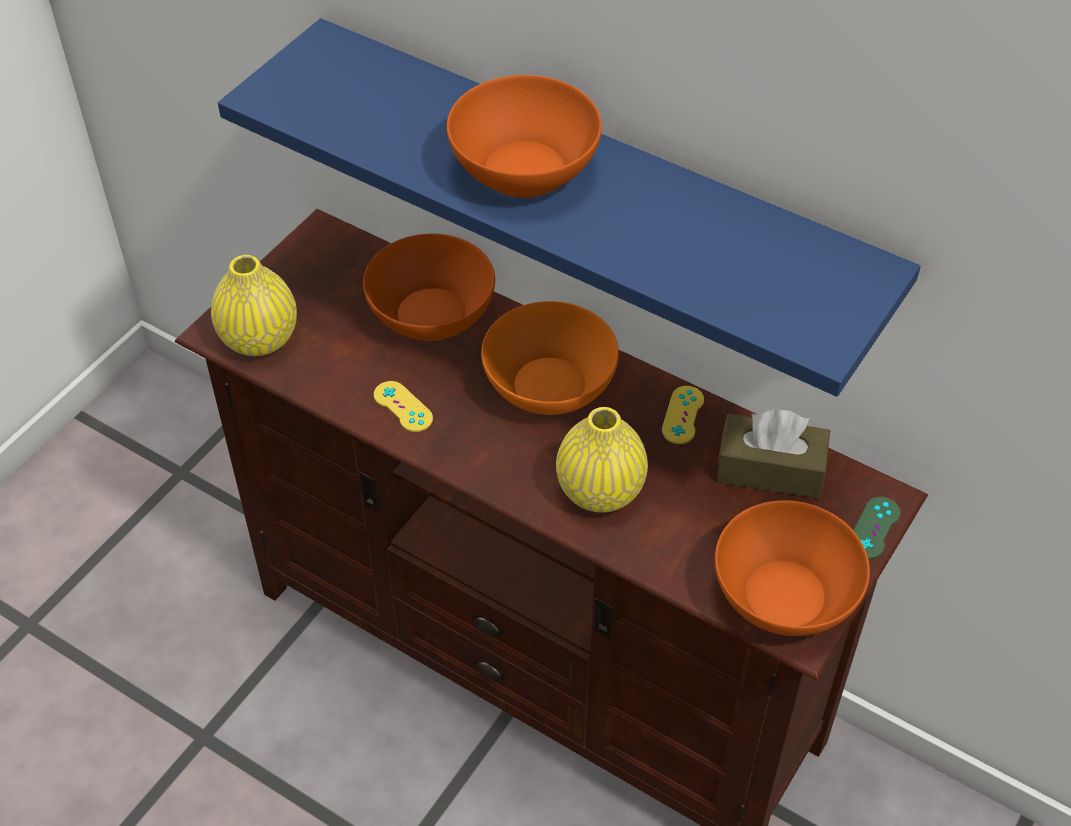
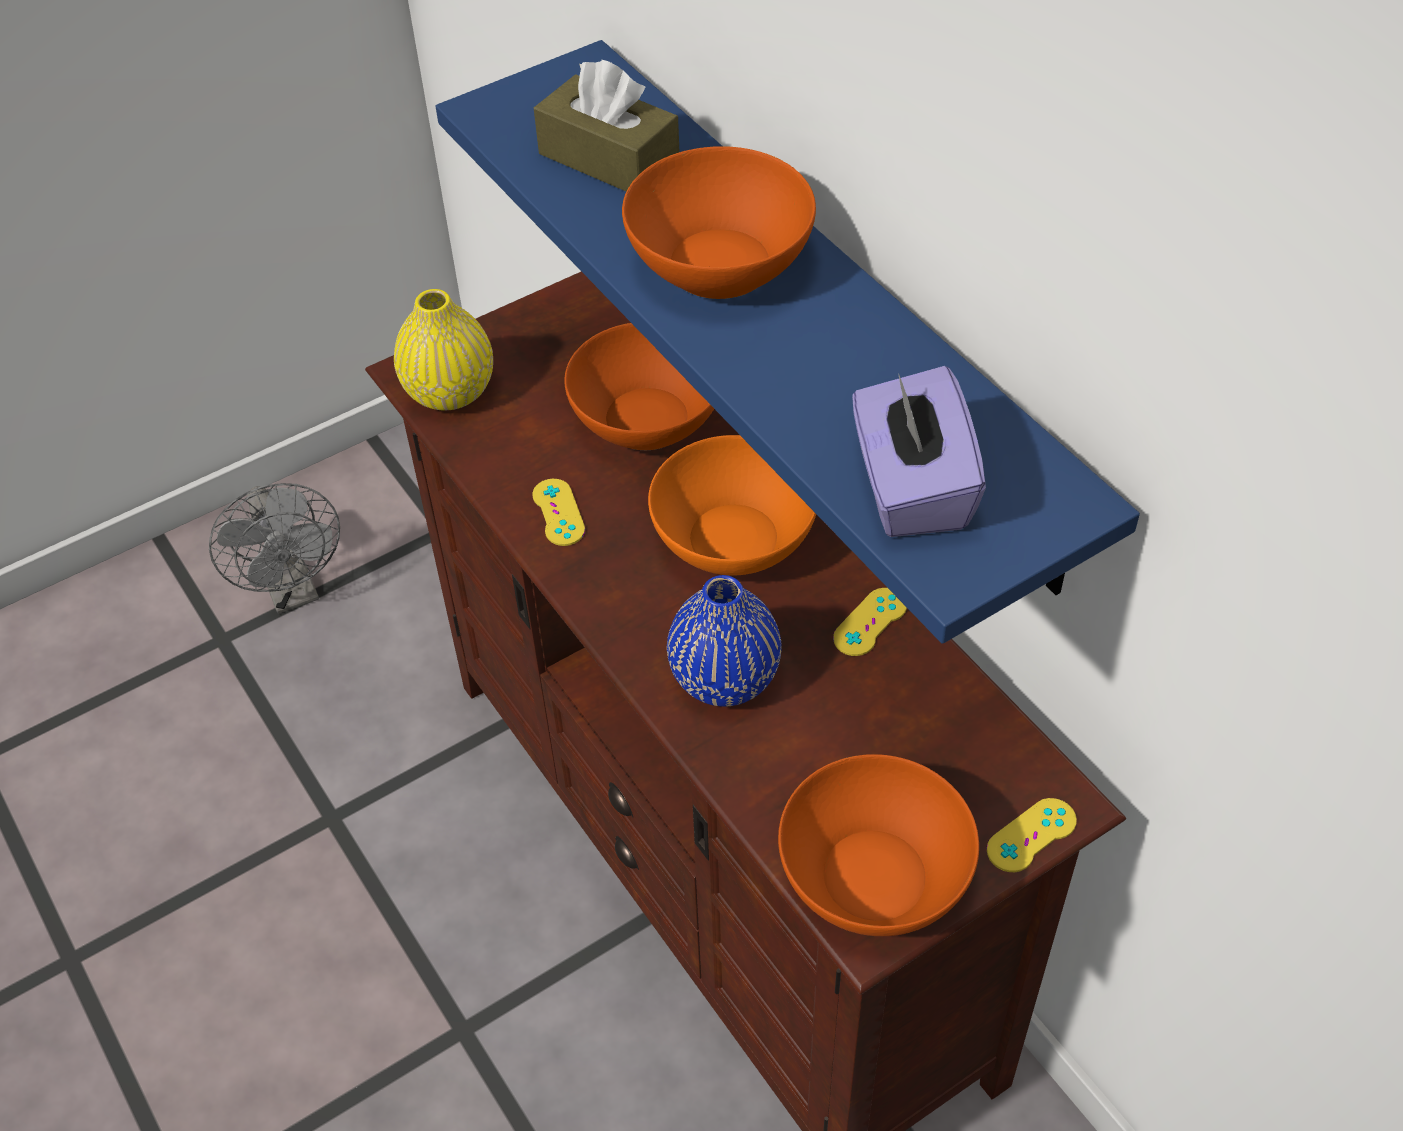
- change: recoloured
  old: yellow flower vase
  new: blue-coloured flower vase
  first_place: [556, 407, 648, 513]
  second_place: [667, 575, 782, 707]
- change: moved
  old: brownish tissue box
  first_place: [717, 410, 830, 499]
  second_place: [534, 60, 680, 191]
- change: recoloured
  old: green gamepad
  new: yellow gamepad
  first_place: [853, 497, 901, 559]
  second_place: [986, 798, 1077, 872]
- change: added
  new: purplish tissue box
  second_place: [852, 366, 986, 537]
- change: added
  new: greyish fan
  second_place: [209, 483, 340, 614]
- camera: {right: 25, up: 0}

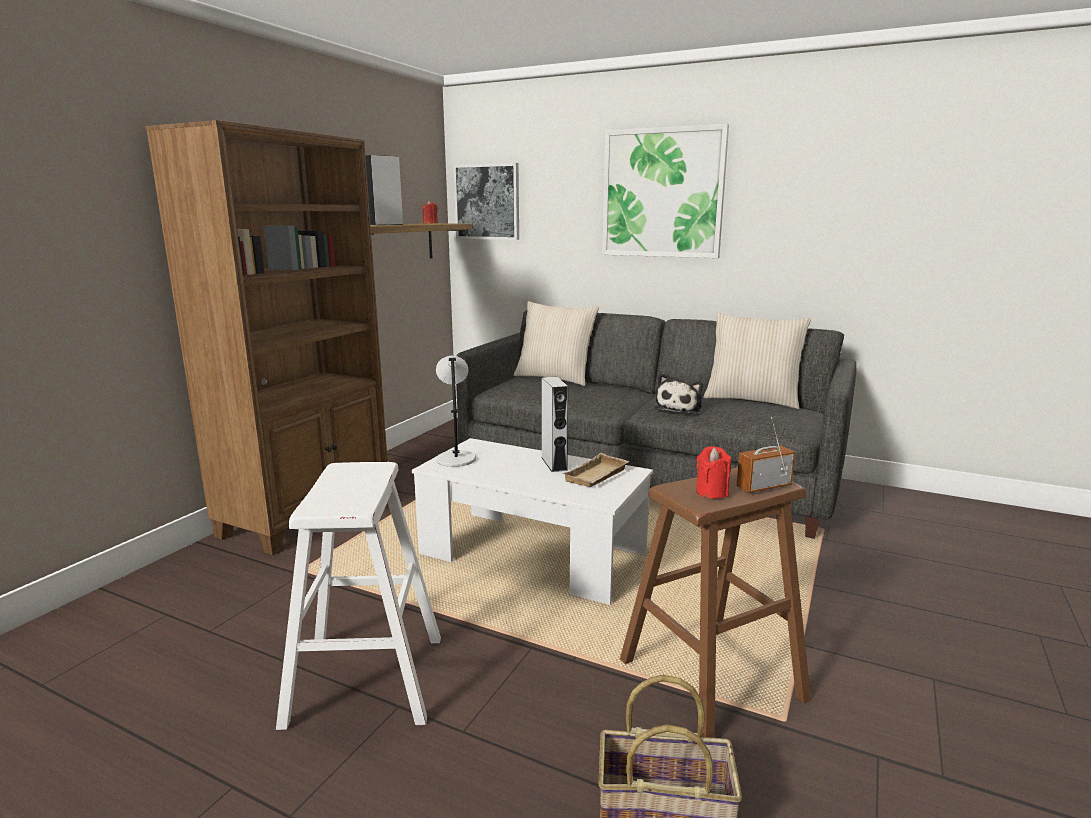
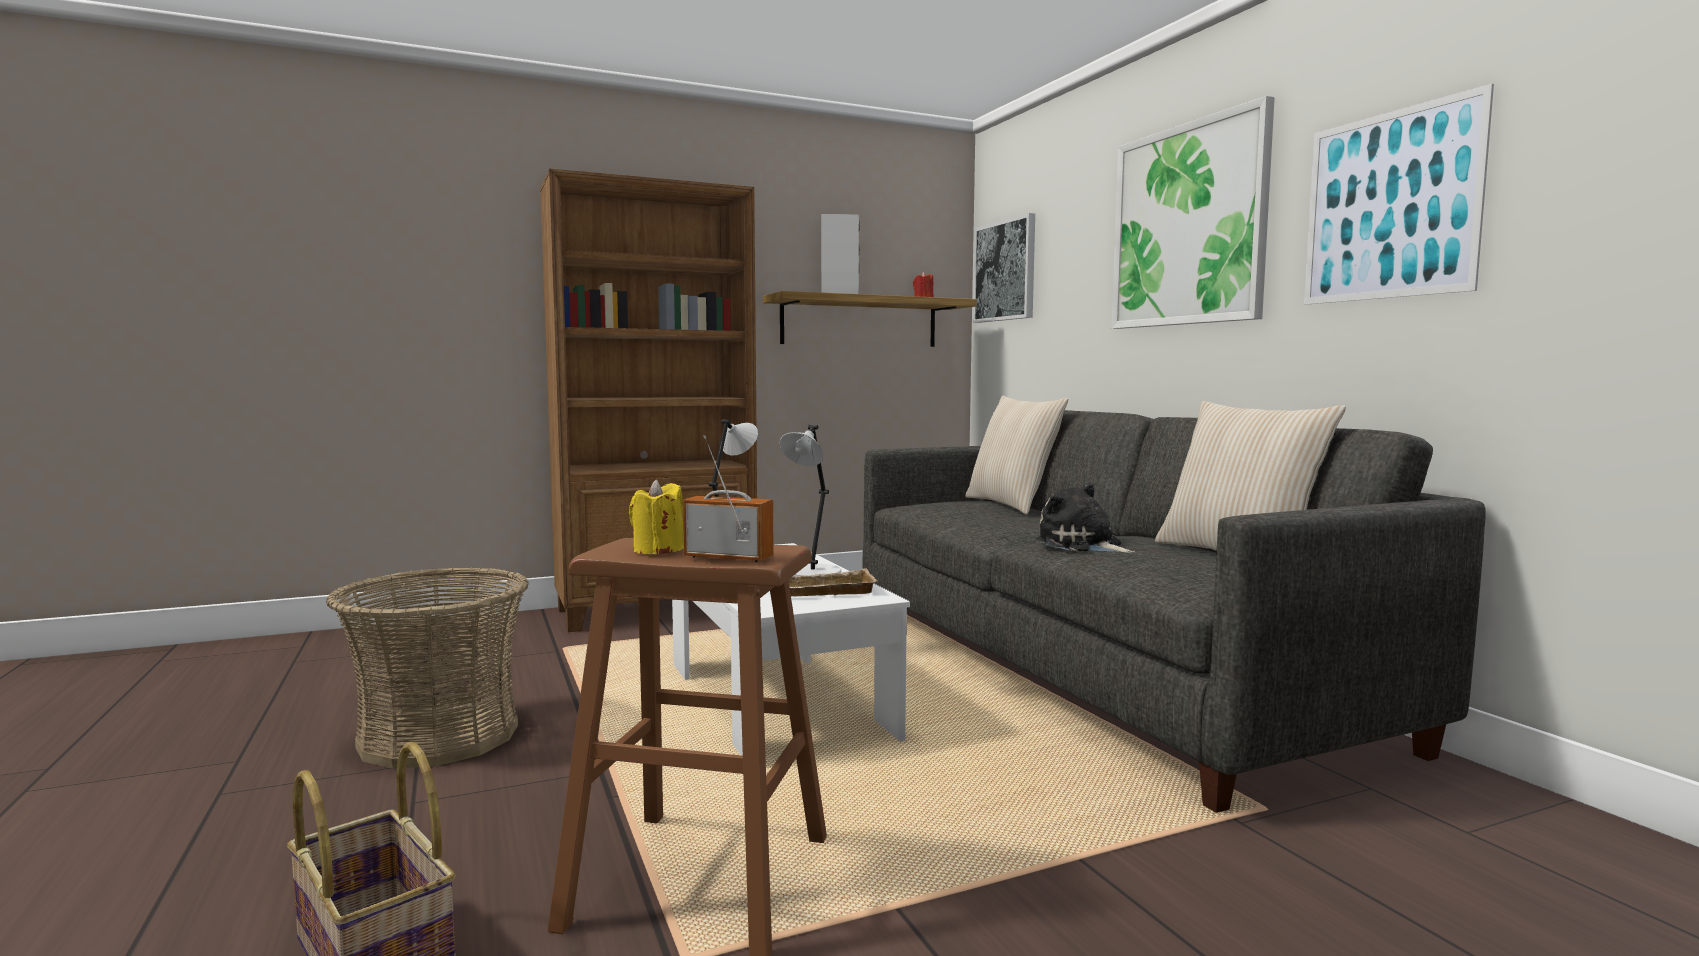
- change: turned
  old: plush toy
  first_place: [655, 373, 703, 414]
  second_place: [1036, 483, 1135, 553]
  degrees: 75
- change: replaced
  old: greyish speaker
  new: greyish lamp for a table
  first_place: [541, 377, 568, 472]
  second_place: [779, 425, 841, 576]
- change: recoloured
  old: reddish wax candle
  new: yellow wax candle
  first_place: [696, 446, 731, 499]
  second_place: [629, 480, 684, 554]
- change: replaced
  old: white stool seat
  new: household basket
  first_place: [276, 462, 441, 730]
  second_place: [326, 567, 529, 769]
- change: added
  new: picture
  second_place: [1304, 84, 1494, 305]
- camera: {right: 40, up: -10}

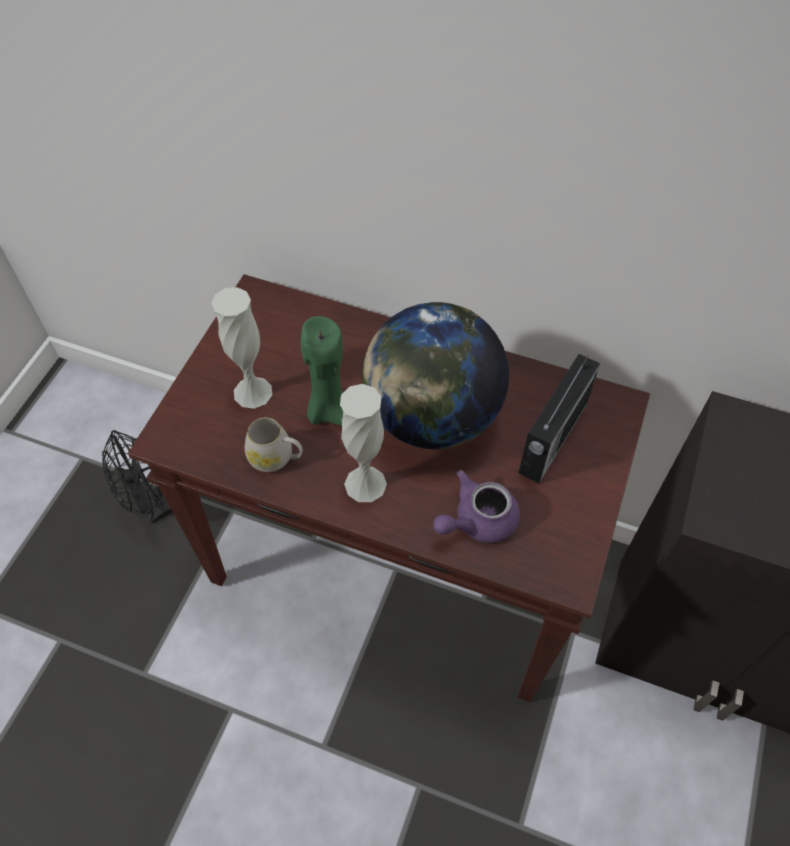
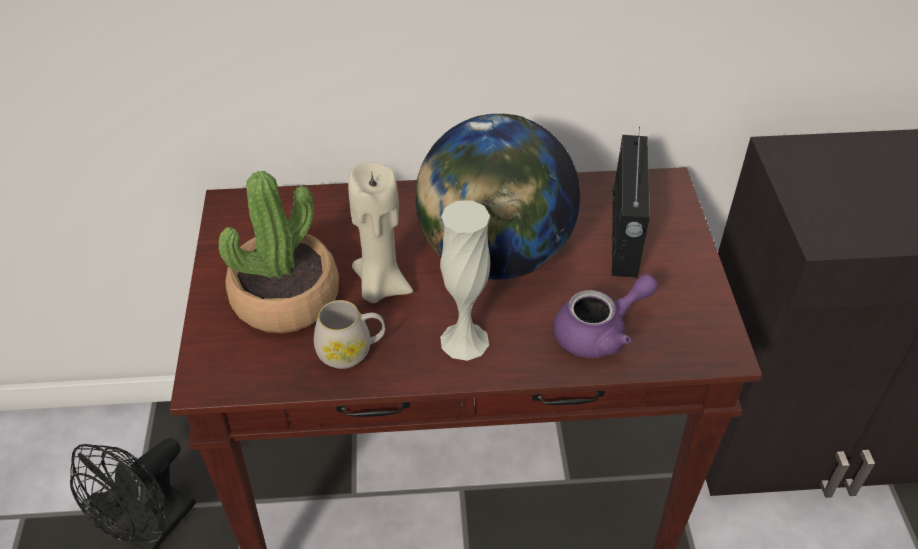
- change: replaced
  old: white flower vase
  new: potted plant
  first_place: [211, 287, 272, 409]
  second_place: [219, 171, 339, 333]
- change: recoloured
  old: green wax candle
  new: sand-coloured wax candle
  first_place: [301, 316, 343, 426]
  second_place: [348, 162, 413, 303]
- change: turned
  old: purplish teapot
  first_place: [433, 470, 520, 543]
  second_place: [553, 274, 658, 358]
  degrees: -150
- camera: {right: -25, up: -10}

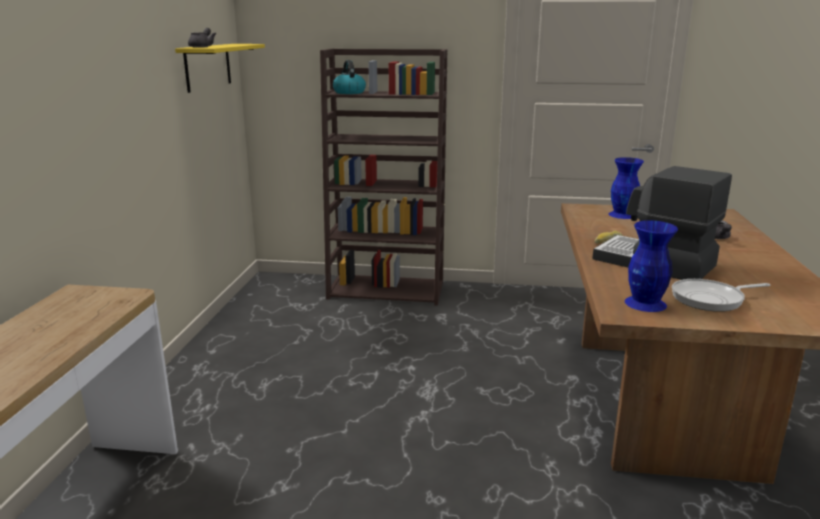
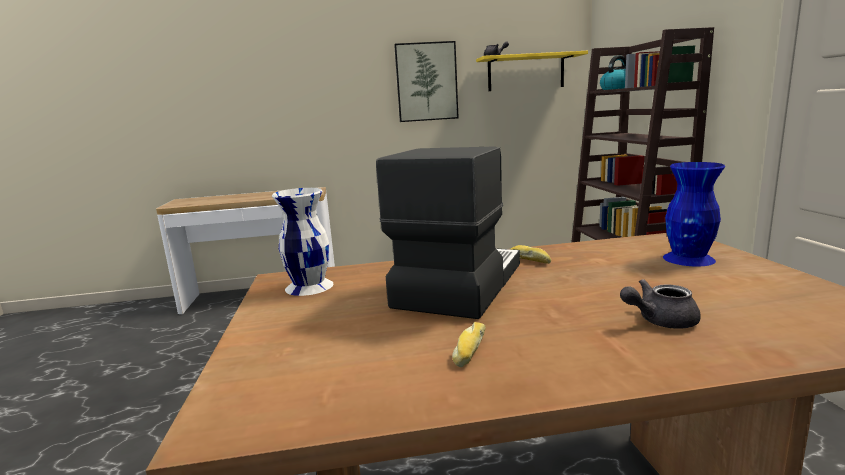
- change: recoloured
  old: blue-coloured flower vase
  new: white flower vase
  first_place: [625, 220, 678, 312]
  second_place: [272, 188, 333, 296]
- change: removed
  old: skillet
  first_place: [672, 279, 771, 312]
- change: added
  new: picture
  second_place: [394, 41, 459, 122]
- change: added
  new: bakery bread
  second_place: [452, 322, 486, 367]
- camera: {right: 75, up: -5}

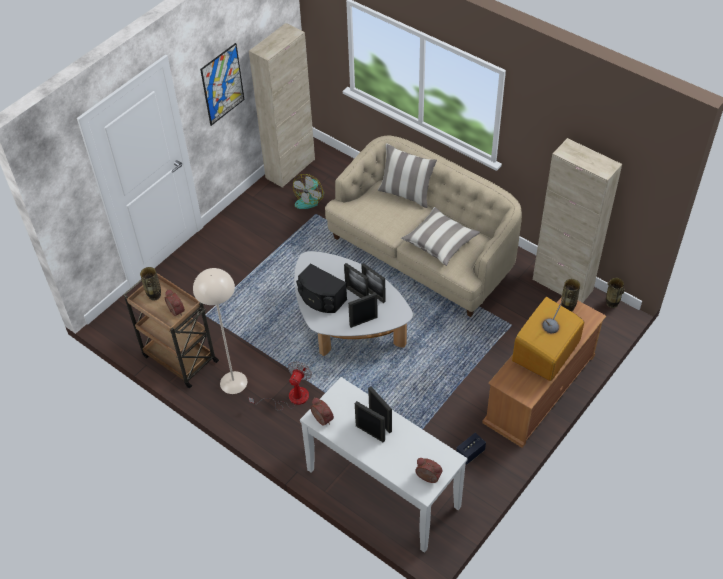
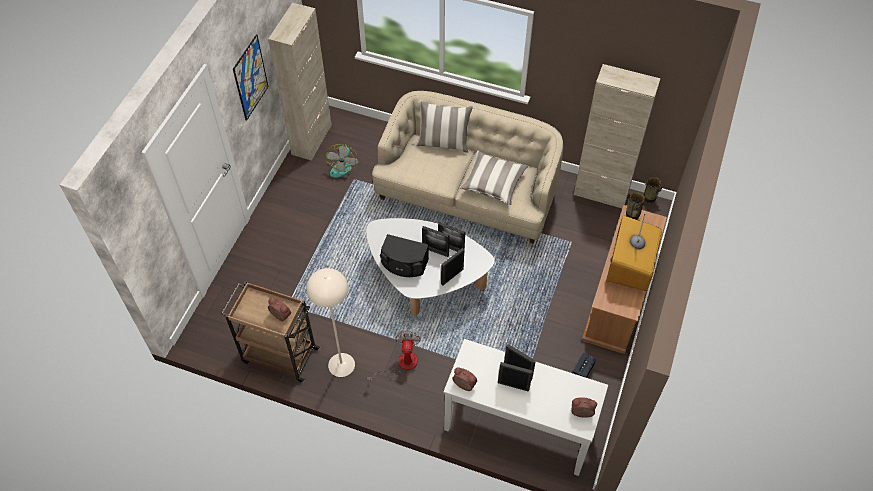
- change: removed
  old: flower vase
  first_place: [140, 267, 161, 300]
- camera: {right: -20, up: 5}

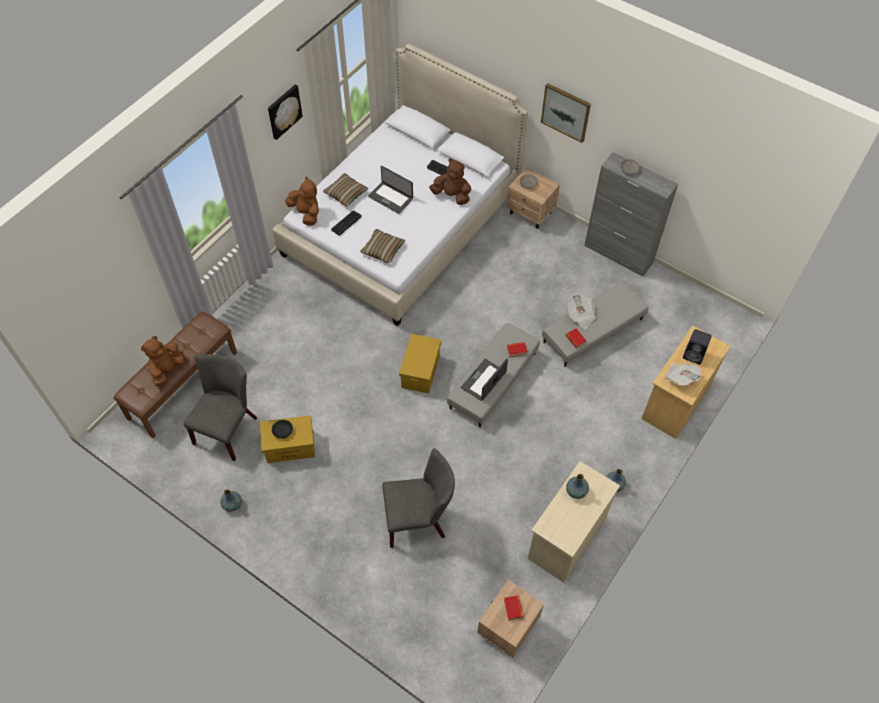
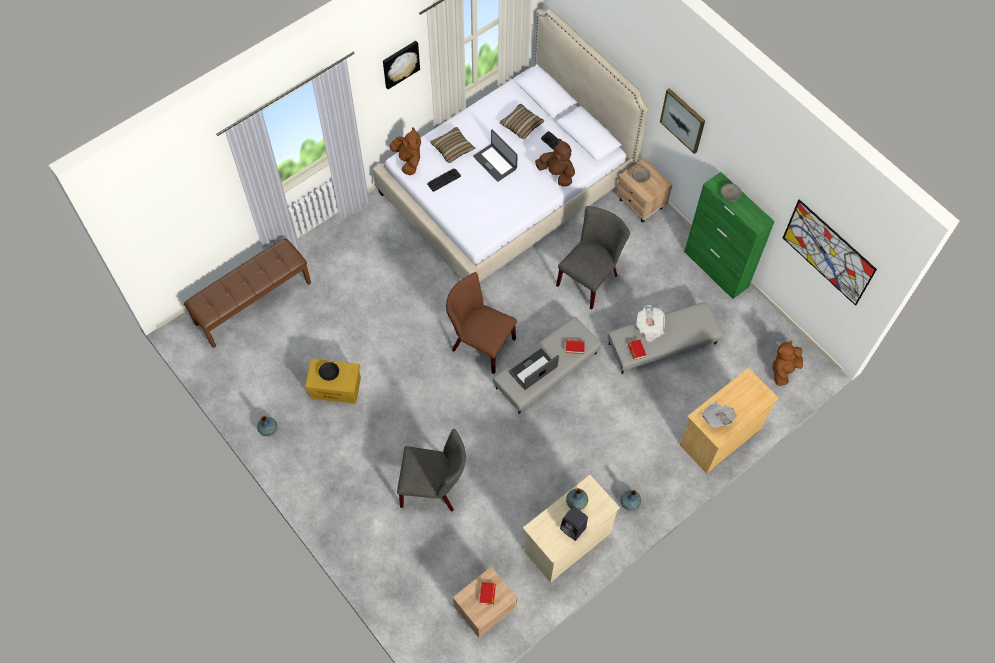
- change: recoloured
  old: greyish storage cabinet
  new: green storage cabinet
  first_place: [584, 152, 678, 277]
  second_place: [684, 172, 775, 299]
- change: moved
  old: cushion
  first_place: [360, 229, 405, 263]
  second_place: [500, 104, 545, 140]
- change: moved
  old: black speaker
  first_place: [683, 329, 712, 365]
  second_place: [560, 506, 588, 541]
- change: replaced
  old: yellow storage container
  new: brownish chair
  first_place: [399, 334, 441, 394]
  second_place: [446, 272, 517, 374]
- change: moved
  old: brownish plush toy
  first_place: [141, 336, 185, 387]
  second_place: [773, 340, 803, 386]
- change: moved
  old: greyish chair
  first_place: [183, 354, 257, 461]
  second_place: [556, 206, 630, 310]
- change: added
  new: picture
  second_place: [783, 199, 877, 306]
- camera: {right: 15, up: 5}

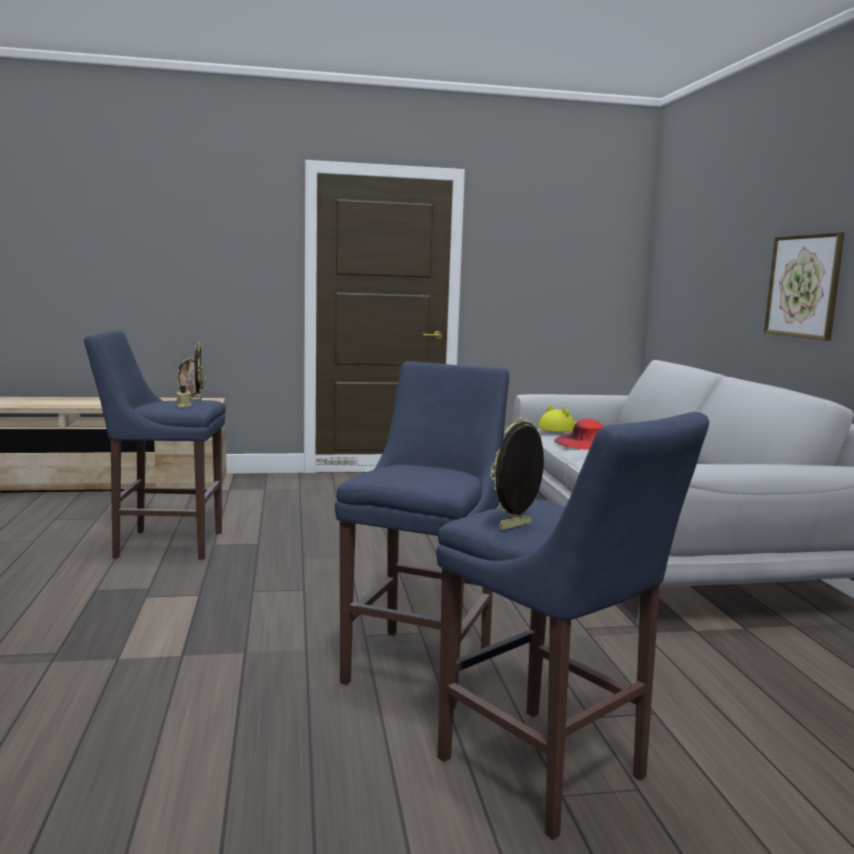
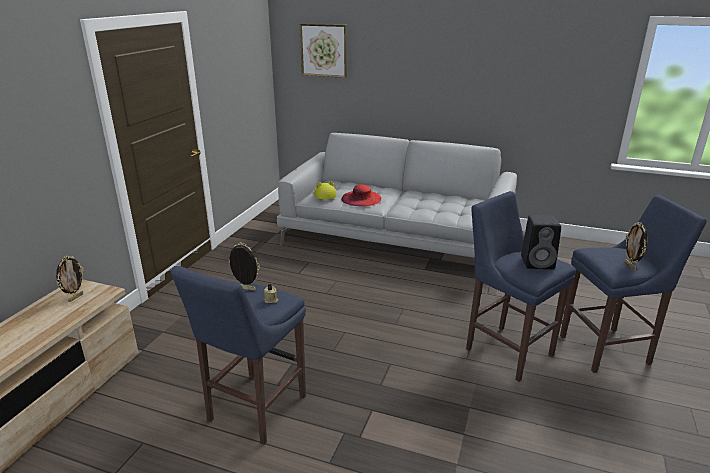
- change: moved
  old: picture
  first_place: [764, 232, 845, 341]
  second_place: [300, 24, 347, 78]
- change: added
  new: black speaker
  second_place: [521, 215, 561, 269]
- camera: {right: -60, up: 15}

